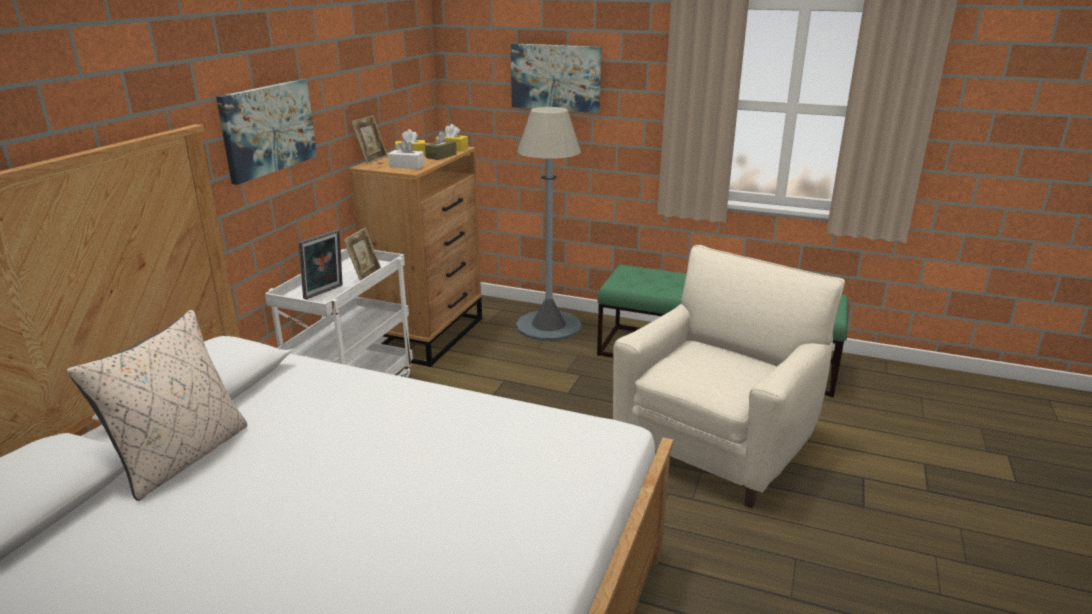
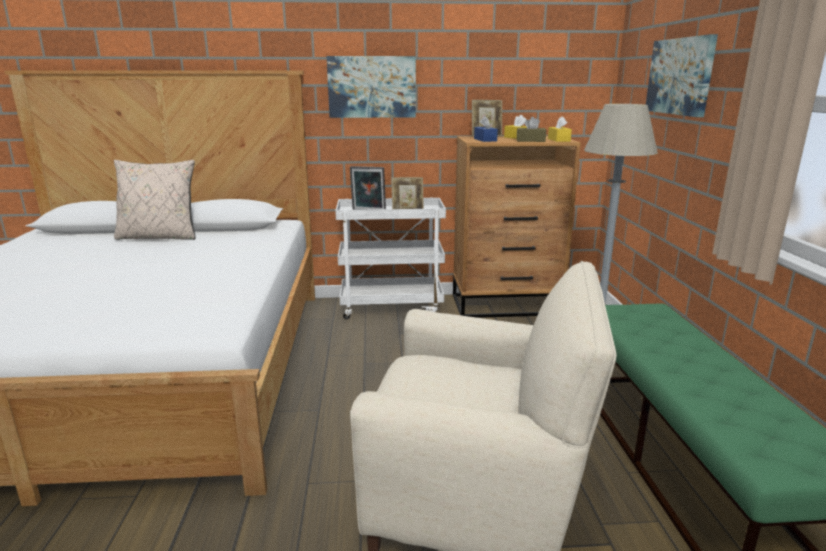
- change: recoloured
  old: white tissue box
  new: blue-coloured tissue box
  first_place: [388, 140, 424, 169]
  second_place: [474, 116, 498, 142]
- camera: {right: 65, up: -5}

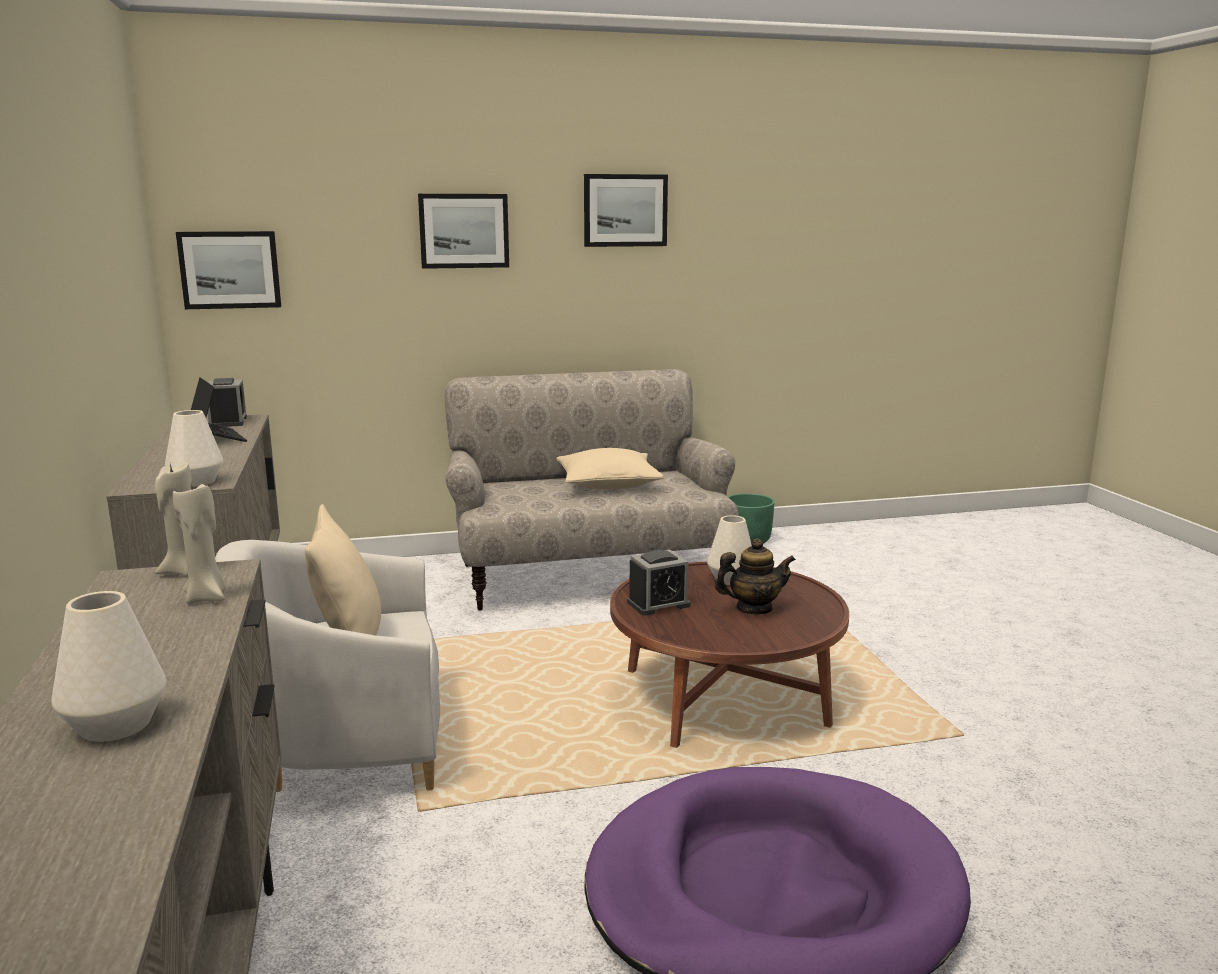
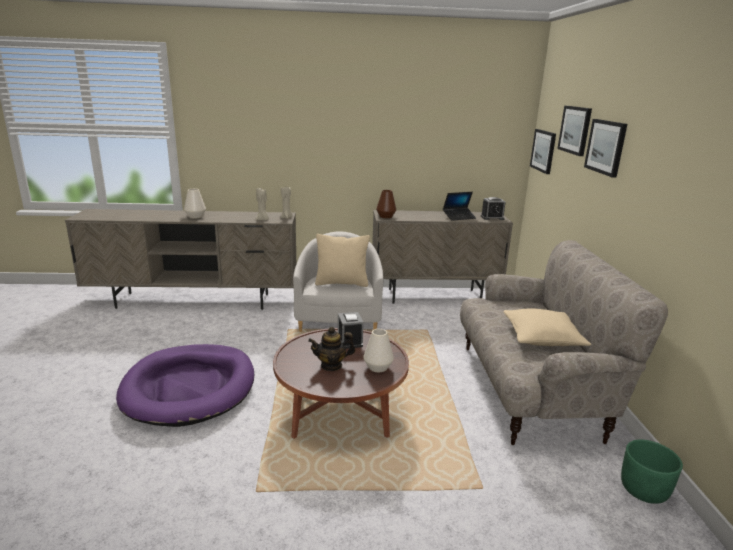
- change: moved
  old: picture
  first_place: [584, 174, 668, 247]
  second_place: [557, 106, 592, 156]
- change: recoloured
  old: white flower vase
  new: brownish flower vase
  first_place: [165, 410, 223, 487]
  second_place: [376, 190, 396, 218]
- change: turned
  old: teapot
  first_place: [714, 538, 796, 614]
  second_place: [308, 327, 355, 371]
  degrees: 75
- camera: {right: 100, up: 5}

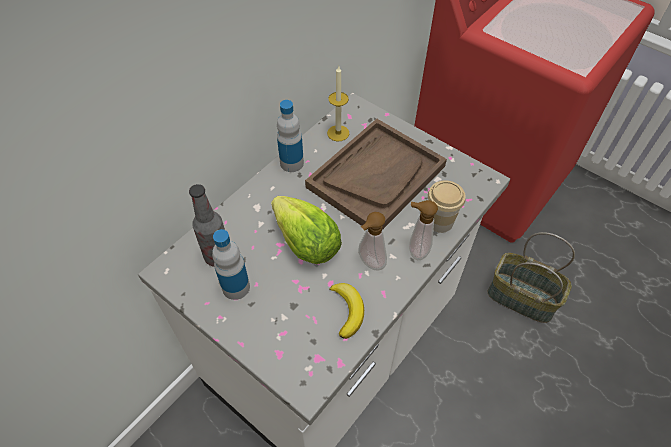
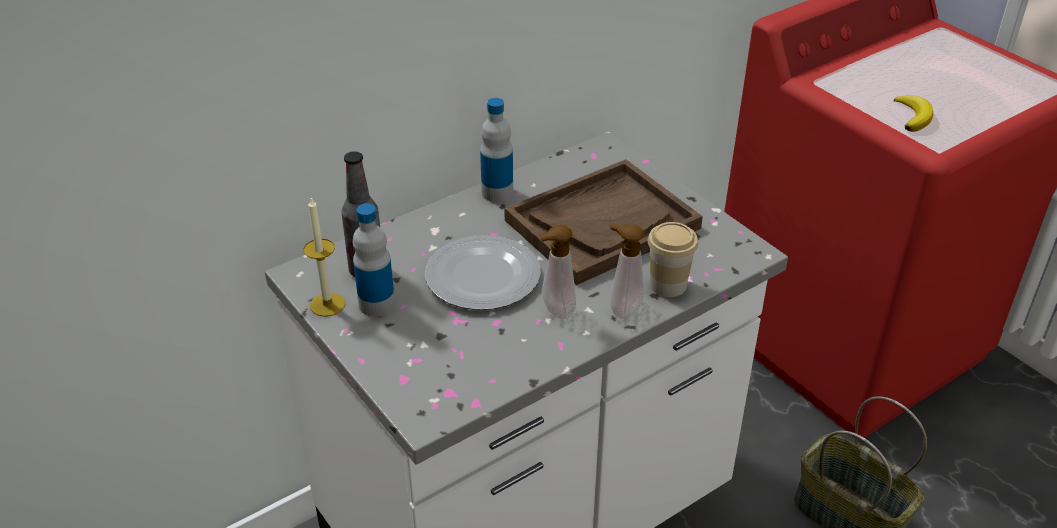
- change: moved
  old: wax candle
  first_place: [327, 66, 349, 141]
  second_place: [303, 198, 346, 317]
- change: replaced
  old: lettuce head
  new: plate
  first_place: [271, 196, 342, 264]
  second_place: [425, 235, 541, 310]
- change: moved
  old: whole banana
  first_place: [329, 283, 364, 339]
  second_place: [894, 95, 933, 132]
- camera: {right: 15, up: -15}

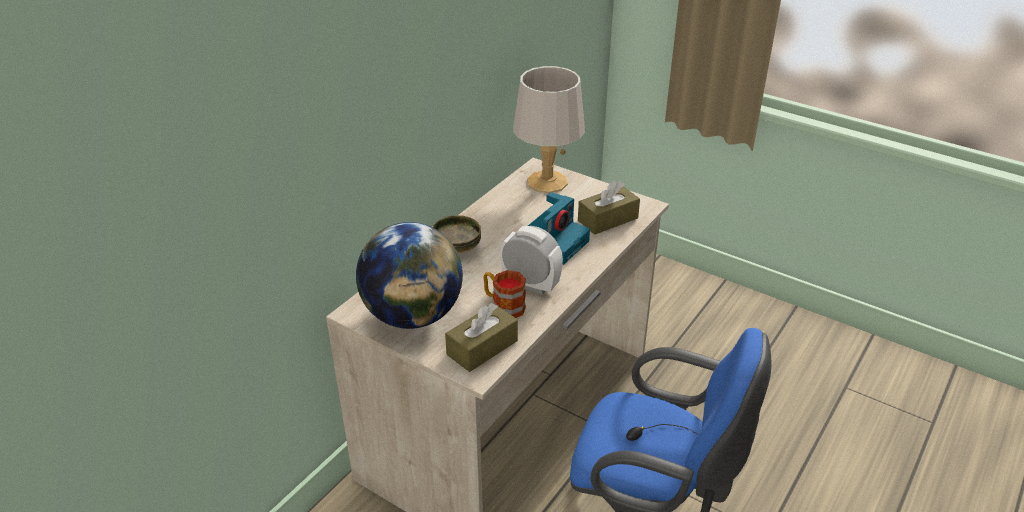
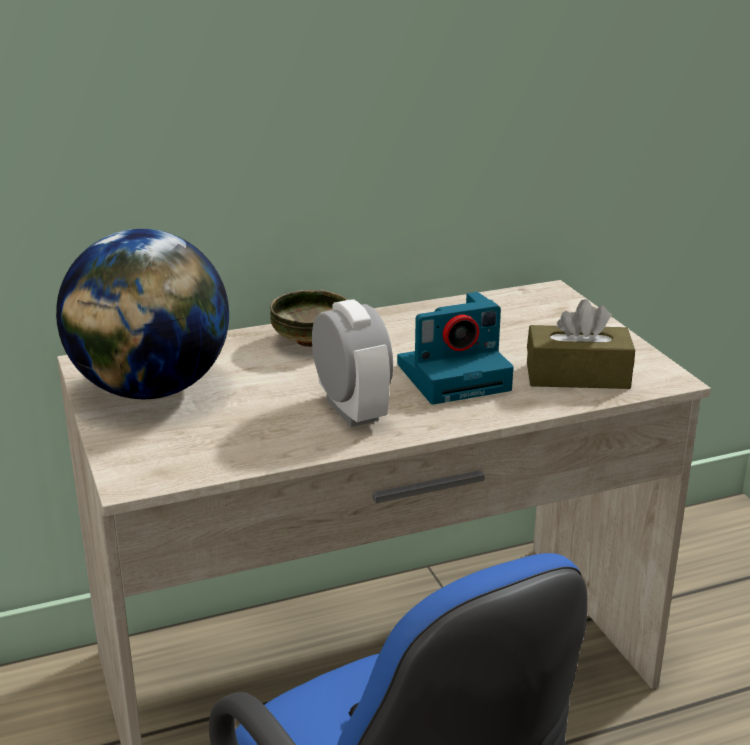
- change: removed
  old: greyish lamp for a table
  first_place: [513, 66, 585, 193]
- change: removed
  old: mug
  first_place: [483, 270, 526, 318]
- change: removed
  old: brownish tissue box
  first_place: [445, 303, 518, 372]
- camera: {right: 35, up: -10}

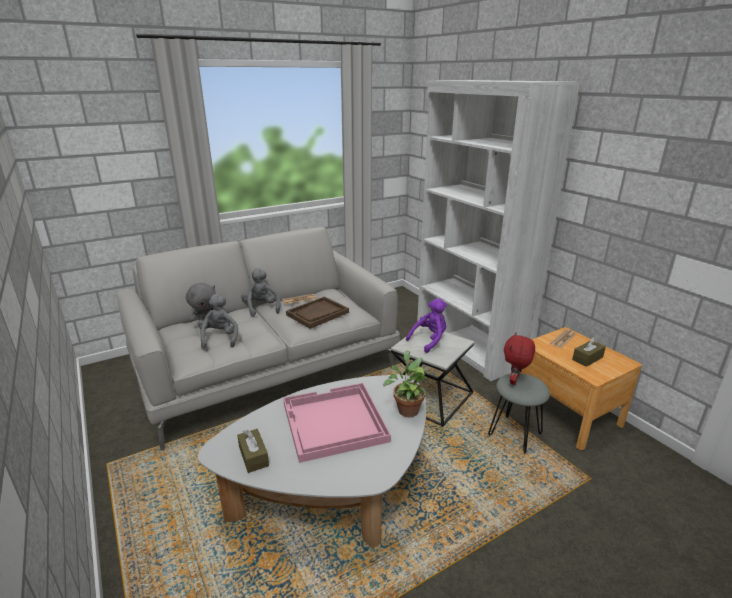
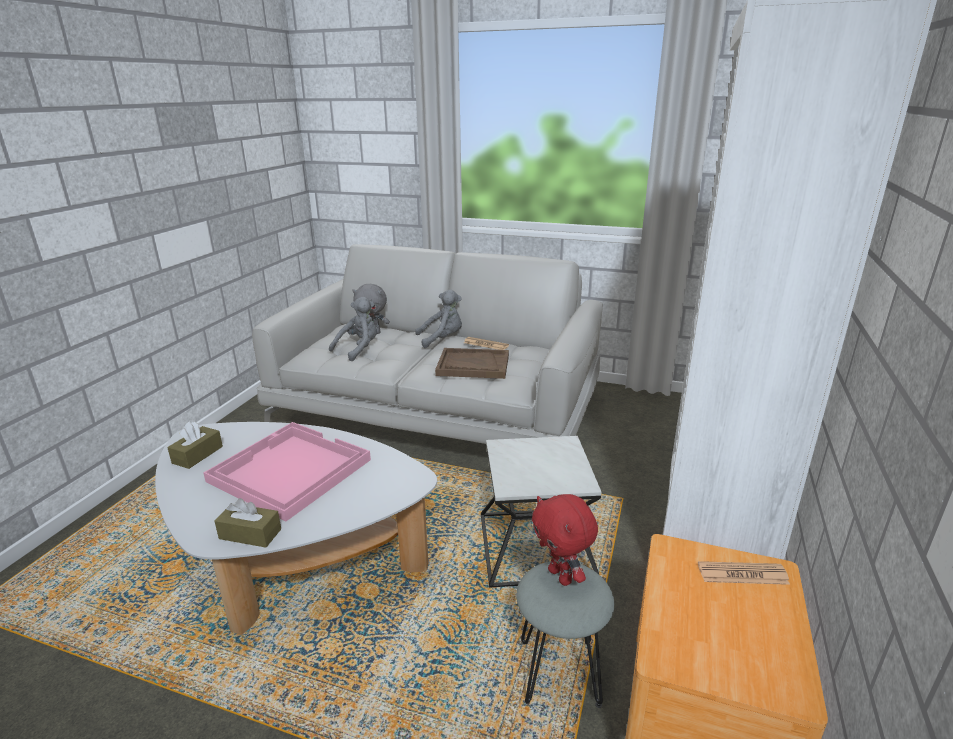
- change: turned
  old: greyish plush toy
  first_place: [241, 268, 280, 317]
  second_place: [415, 290, 462, 348]
  degrees: 45
- change: removed
  old: purplish plush toy
  first_place: [406, 298, 447, 353]
- change: turned
  old: reddish plush toy
  first_place: [504, 333, 535, 385]
  second_place: [532, 494, 598, 586]
  degrees: -105
- change: moved
  old: brownish tissue box
  first_place: [572, 337, 606, 367]
  second_place: [214, 498, 281, 548]
- change: removed
  old: potted plant
  first_place: [383, 351, 428, 417]
- camera: {right: 50, up: 0}

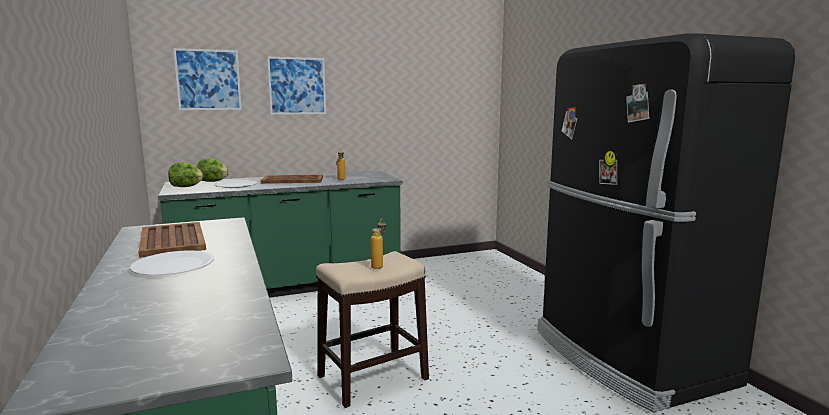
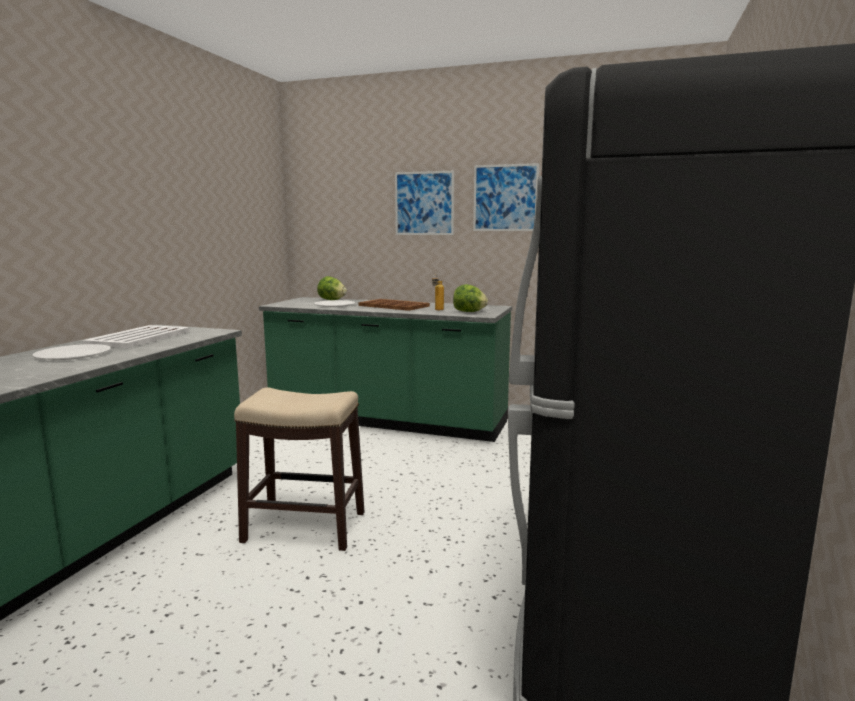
- change: moved
  old: picture
  first_place: [173, 48, 242, 110]
  second_place: [473, 163, 539, 231]
- change: moved
  old: lettuce head
  first_place: [168, 162, 203, 187]
  second_place: [453, 284, 488, 312]
- change: removed
  old: beverage bottle
  first_place: [371, 218, 386, 269]
- change: recoloured
  old: brownish tray
  new: white tray
  first_place: [139, 222, 206, 258]
  second_place: [82, 325, 190, 348]
- camera: {right: 40, up: 0}

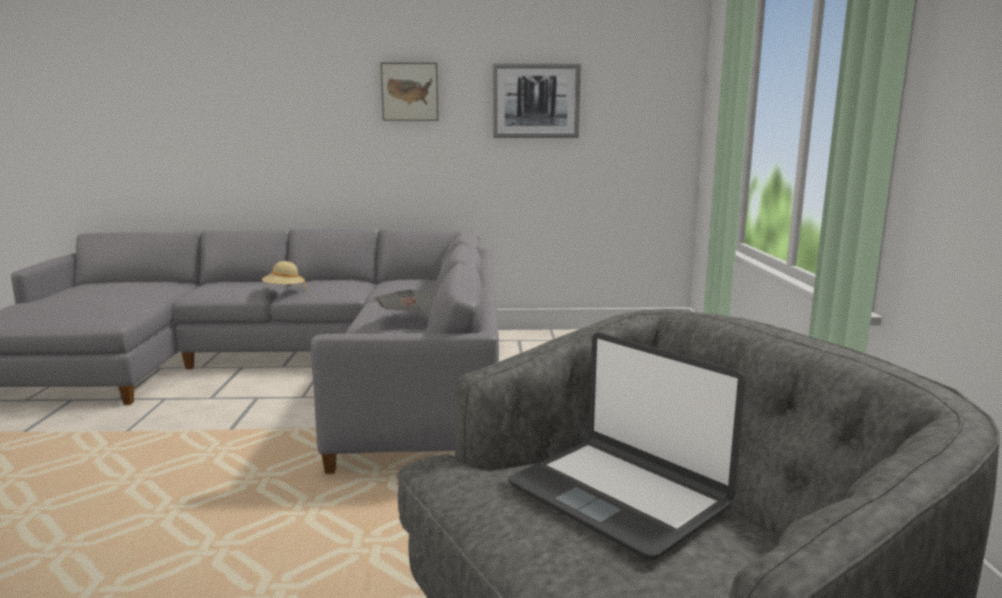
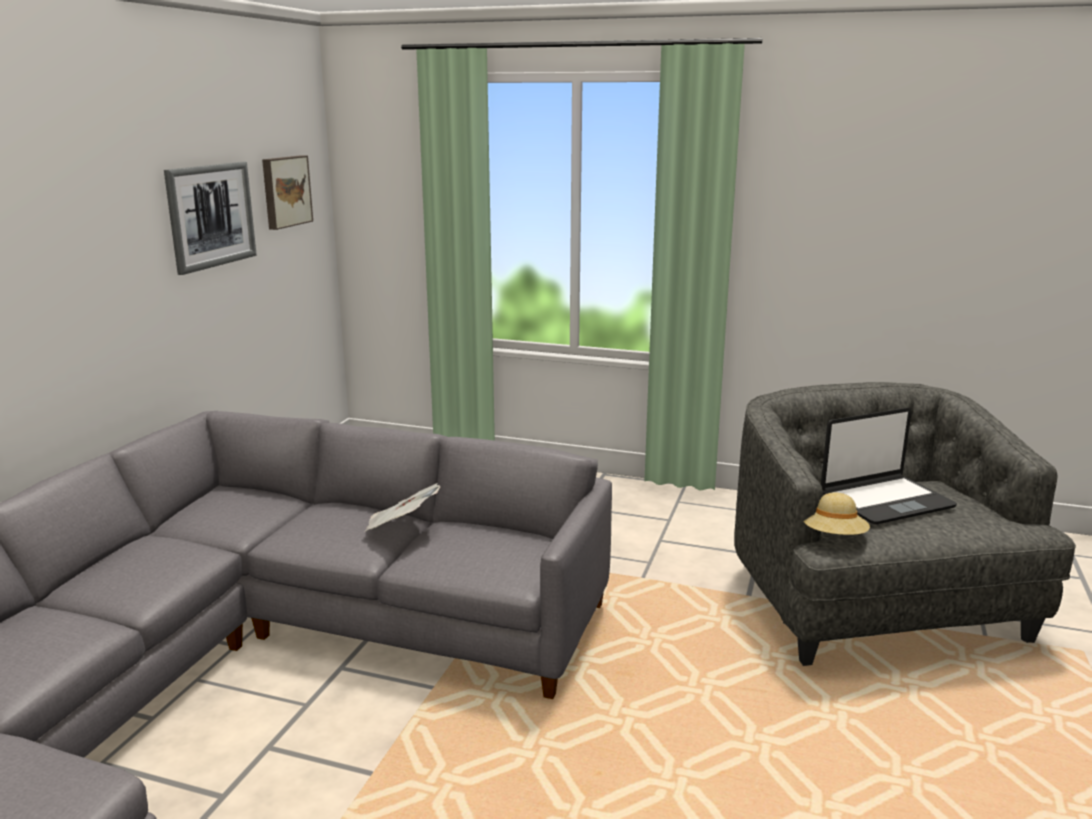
- change: moved
  old: picture
  first_place: [381, 63, 439, 121]
  second_place: [262, 155, 313, 230]
- change: moved
  old: sand-coloured clothing hat
  first_place: [262, 261, 306, 290]
  second_place: [803, 493, 870, 535]
- camera: {right: -70, up: 5}

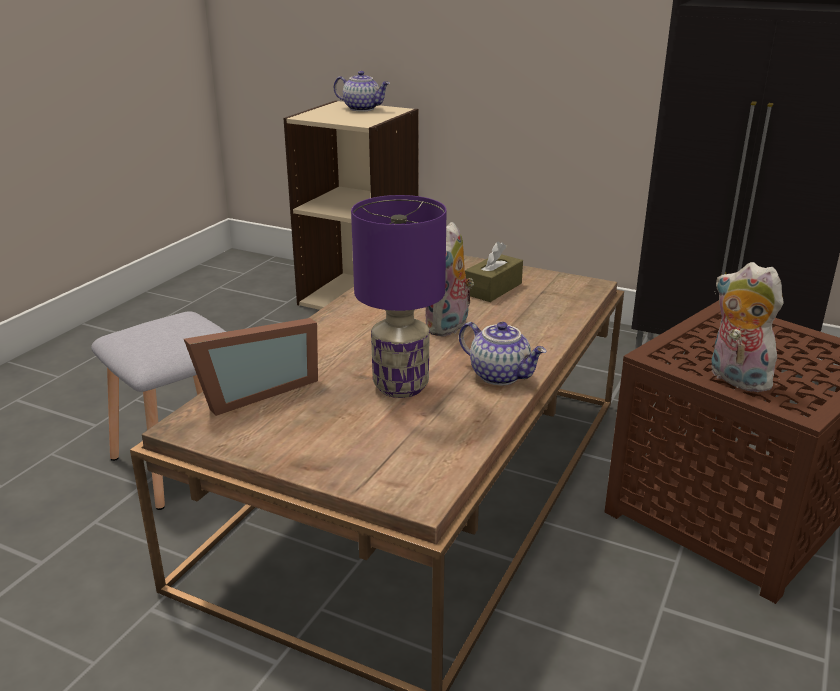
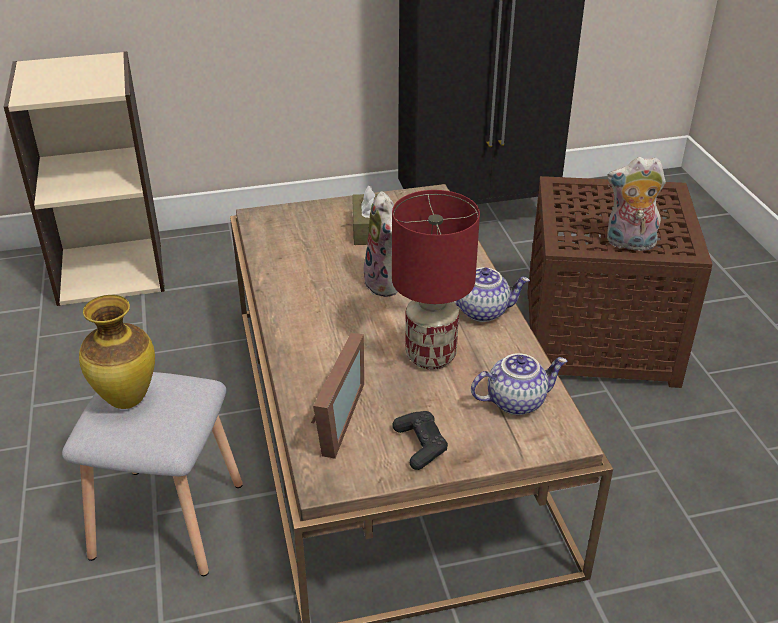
- change: moved
  old: teapot
  first_place: [334, 71, 390, 111]
  second_place: [471, 353, 567, 415]
- change: recoloured
  old: purplish lamp for a table
  new: reddish lamp for a table
  first_place: [351, 195, 446, 398]
  second_place: [392, 190, 480, 370]
- change: added
  new: flower vase
  second_place: [79, 295, 155, 409]
- change: added
  new: black gamepad
  second_place: [392, 411, 448, 470]
- camera: {right: -40, up: 10}

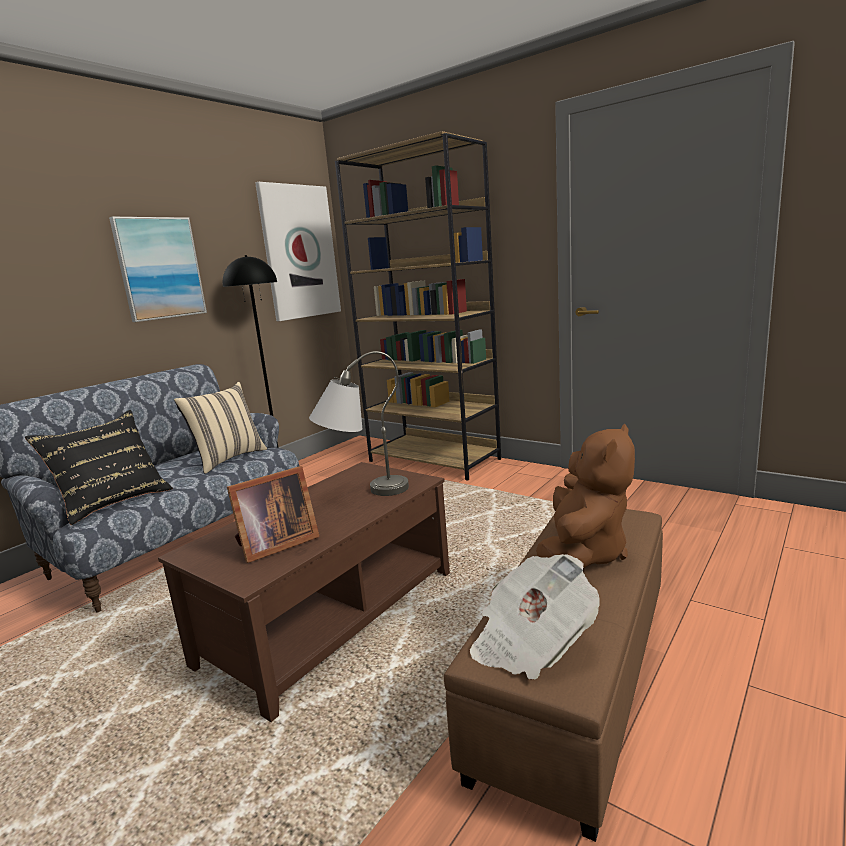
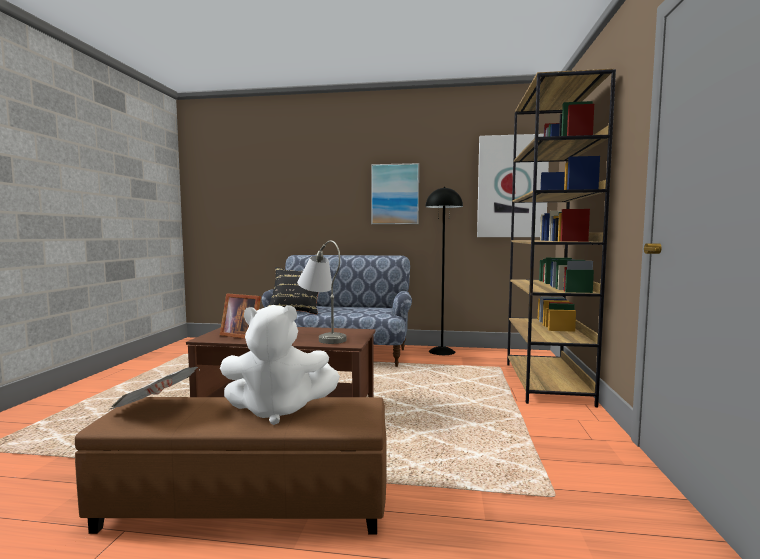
- change: removed
  old: sand-coloured cushion
  first_place: [174, 382, 267, 474]
- change: recoloured
  old: brownish plush toy
  new: white plush toy
  first_place: [536, 424, 635, 568]
  second_place: [220, 305, 340, 425]
- camera: {right: 60, up: -10}

